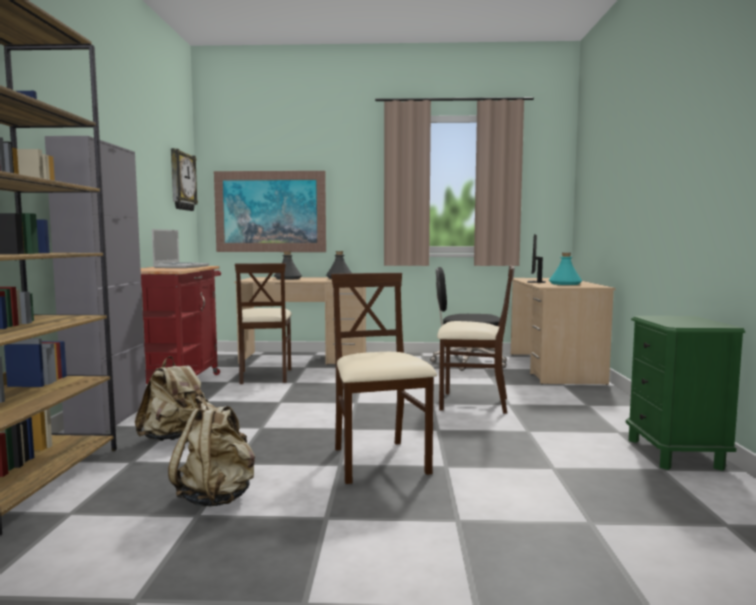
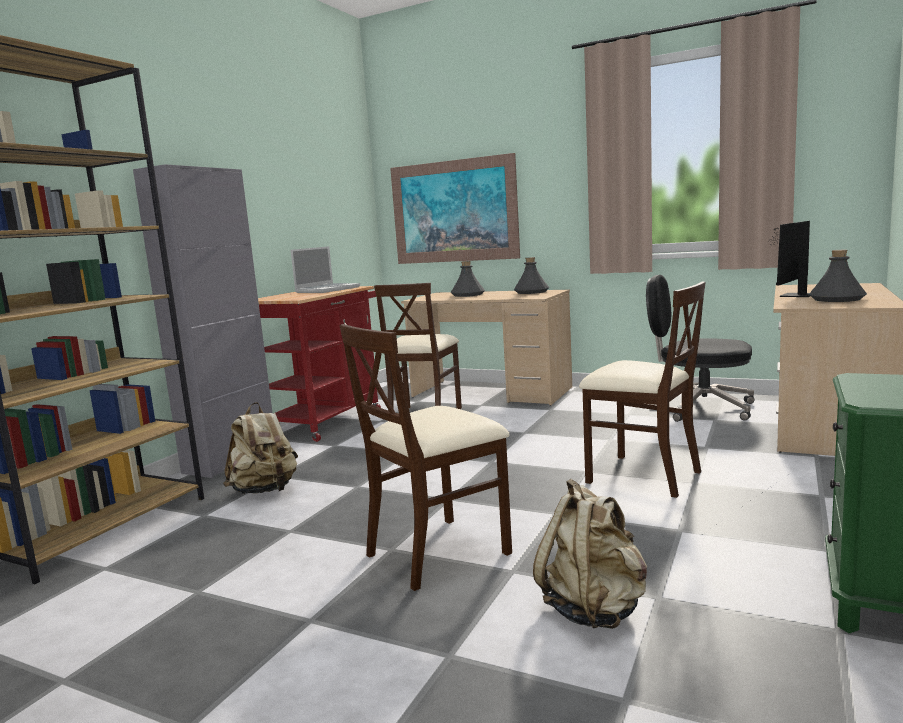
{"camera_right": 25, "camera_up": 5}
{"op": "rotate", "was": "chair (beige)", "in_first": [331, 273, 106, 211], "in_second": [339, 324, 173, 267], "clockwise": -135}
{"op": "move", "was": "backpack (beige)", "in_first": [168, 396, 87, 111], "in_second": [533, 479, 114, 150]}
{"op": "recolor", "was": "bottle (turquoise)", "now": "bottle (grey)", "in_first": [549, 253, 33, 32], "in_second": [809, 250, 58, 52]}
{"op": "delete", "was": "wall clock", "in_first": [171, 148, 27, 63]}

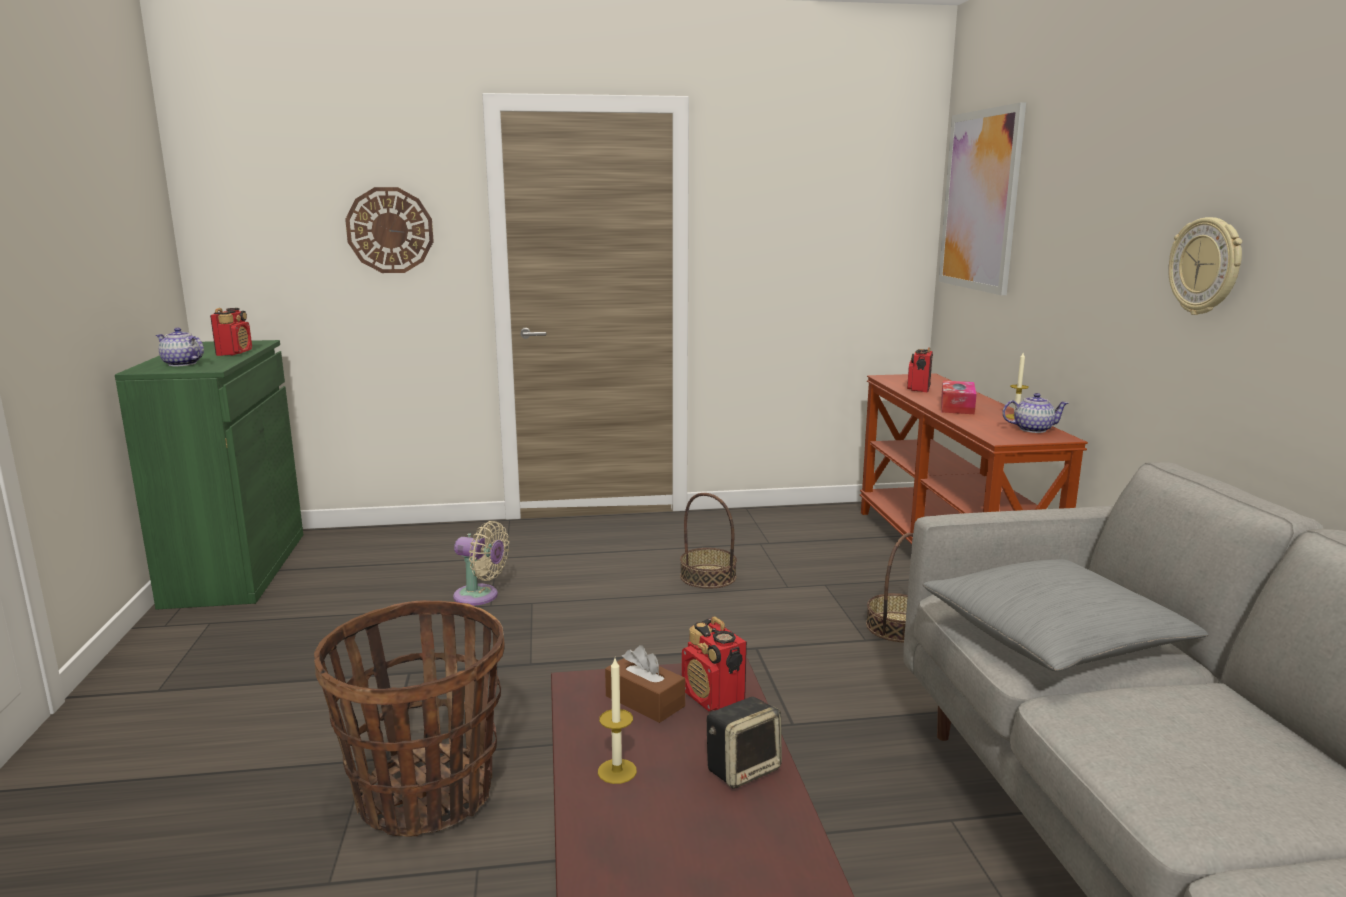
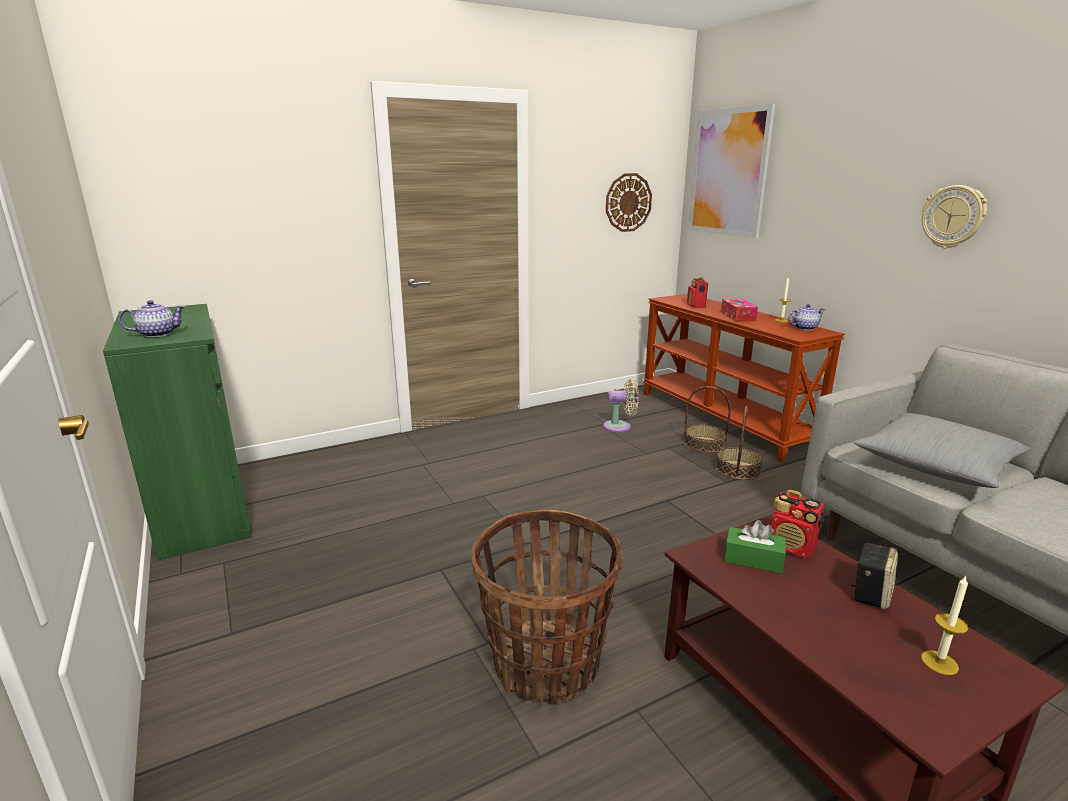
{"camera_right": -20, "camera_up": 5}
{"op": "rotate", "was": "teapot", "in_first": [156, 328, 48, 38], "in_second": [119, 300, 66, 37], "clockwise": 150}
{"op": "move", "was": "fan (beige)", "in_first": [453, 521, 56, 85], "in_second": [603, 378, 36, 55]}
{"op": "move", "was": "wall clock", "in_first": [345, 187, 89, 86], "in_second": [606, 173, 46, 59]}
{"op": "move", "was": "basket", "in_first": [680, 493, 57, 96], "in_second": [684, 386, 47, 67]}
{"op": "recolor", "was": "tissue box (brown)", "now": "tissue box (green)", "in_first": [605, 645, 80, 78], "in_second": [724, 520, 62, 54]}
{"op": "move", "was": "candle", "in_first": [598, 658, 39, 126], "in_second": [921, 576, 48, 99]}
{"op": "delete", "was": "radio", "in_first": [210, 308, 42, 48]}

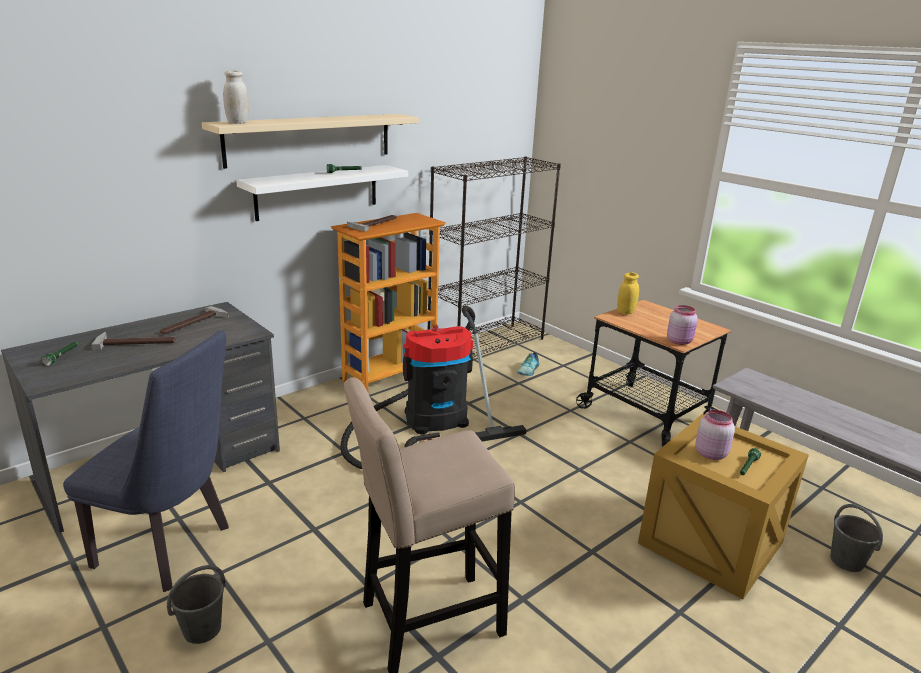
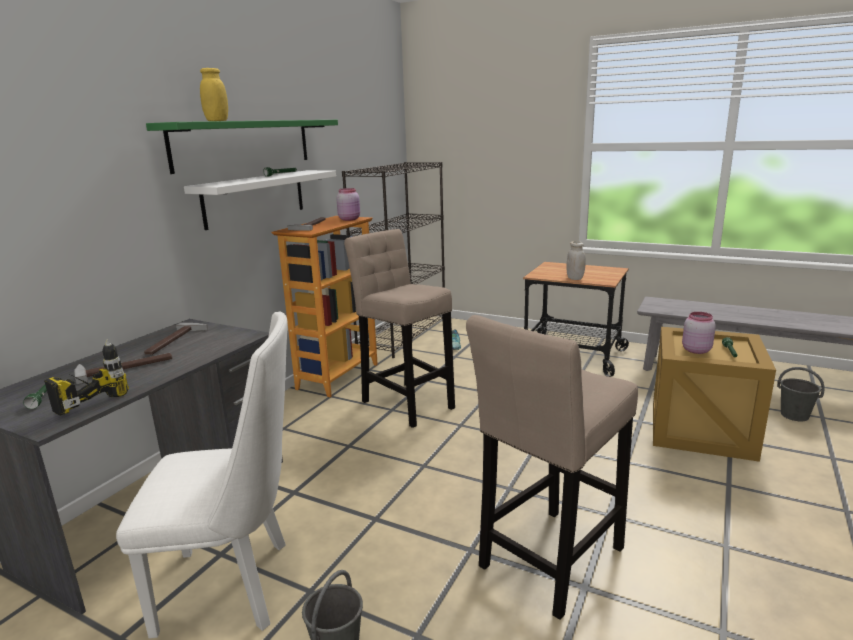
{"camera_right": -20, "camera_up": -5}
{"op": "insert", "now": "power drill", "in_second": [44, 340, 85, 76]}
{"op": "recolor", "was": "chair (blue)", "now": "chair (white)", "in_first": [63, 330, 166, 262], "in_second": [116, 312, 172, 327]}
{"op": "recolor", "was": "shelf (beige)", "now": "shelf (green)", "in_first": [202, 114, 217, 55], "in_second": [146, 120, 192, 54]}
{"op": "move", "was": "jar (yellow)", "in_first": [617, 272, 22, 43], "in_second": [200, 68, 28, 53]}
{"op": "move", "was": "jar (pink)", "in_first": [667, 305, 31, 40], "in_second": [336, 188, 24, 33]}
{"op": "replace", "was": "vacuum cleaner", "now": "stool (beige)", "in_first": [340, 306, 186, 163], "in_second": [344, 229, 111, 199]}
{"op": "move", "was": "jar (white)", "in_first": [223, 71, 26, 53], "in_second": [566, 241, 20, 39]}

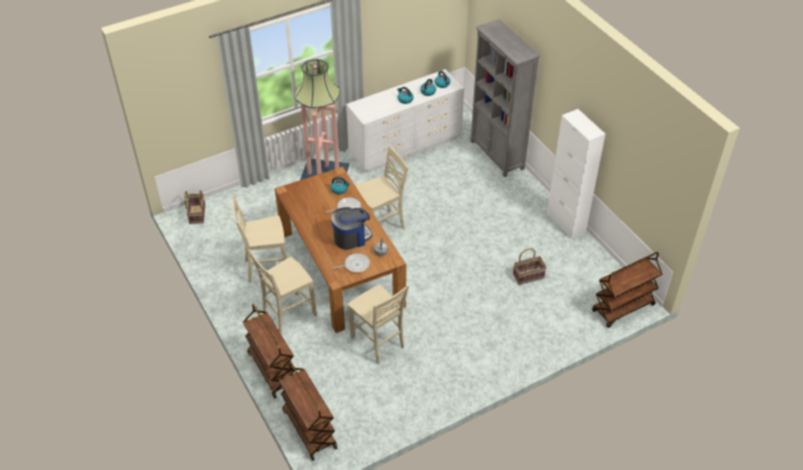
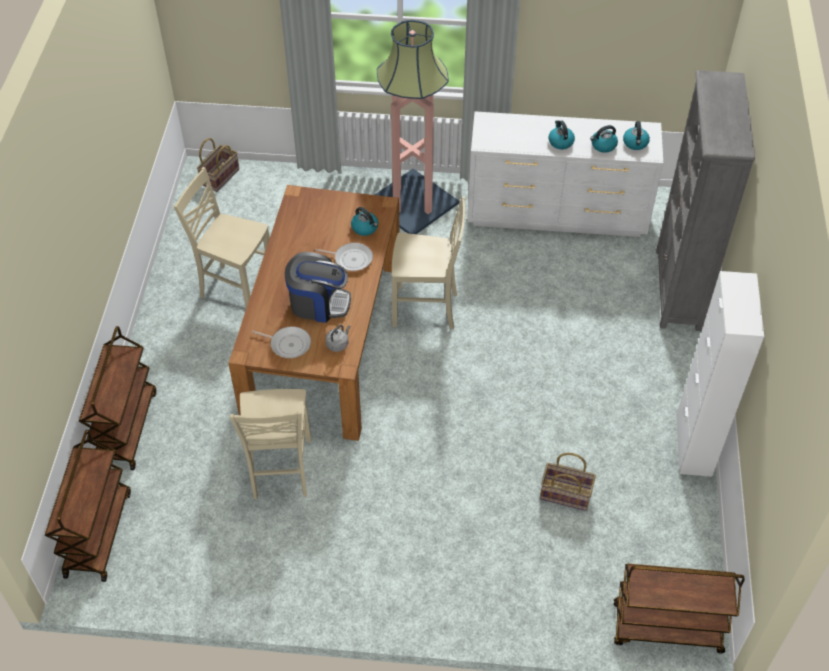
{"camera_right": 35, "camera_up": 5}
{"op": "delete", "was": "chair (beige)", "in_first": [248, 249, 69, 84]}

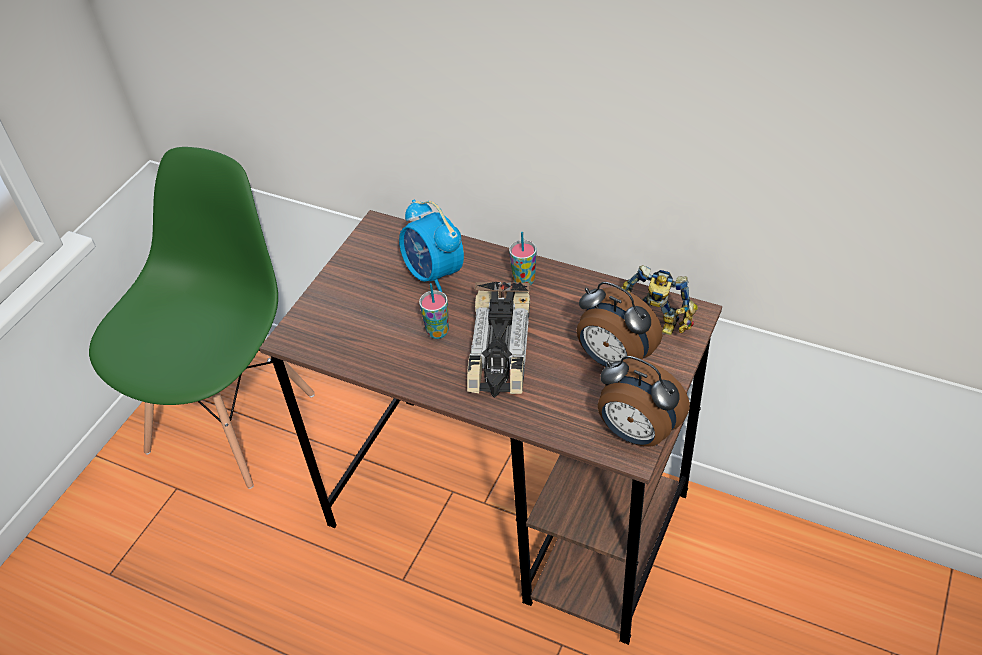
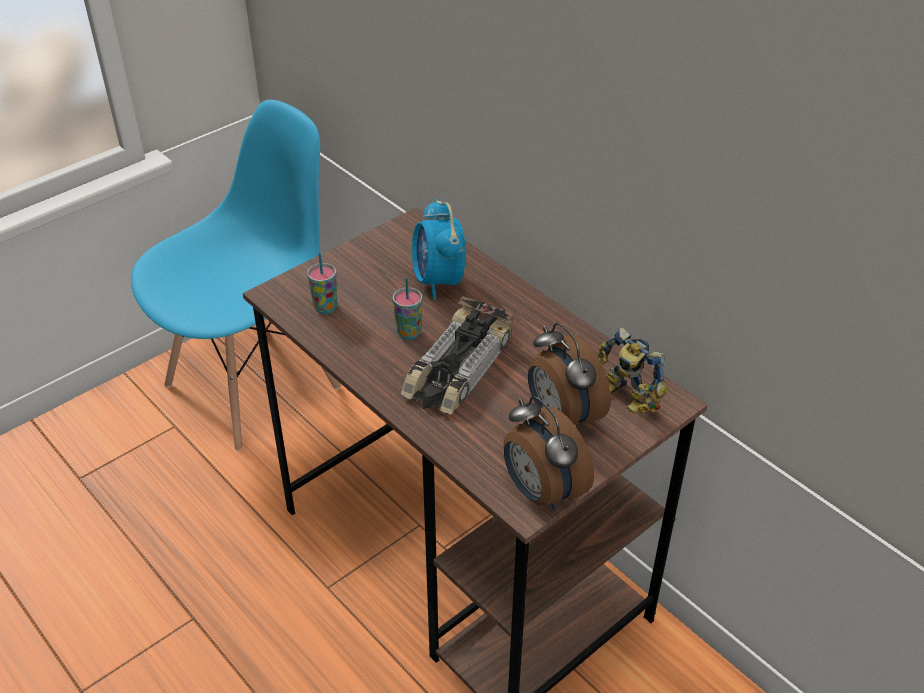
{"camera_right": 20, "camera_up": -5}
{"op": "recolor", "was": "chair (green)", "now": "chair (blue)", "in_first": [89, 147, 226, 342], "in_second": [131, 100, 210, 351]}
{"op": "move", "was": "cup", "in_first": [509, 232, 27, 53], "in_second": [307, 253, 30, 61]}

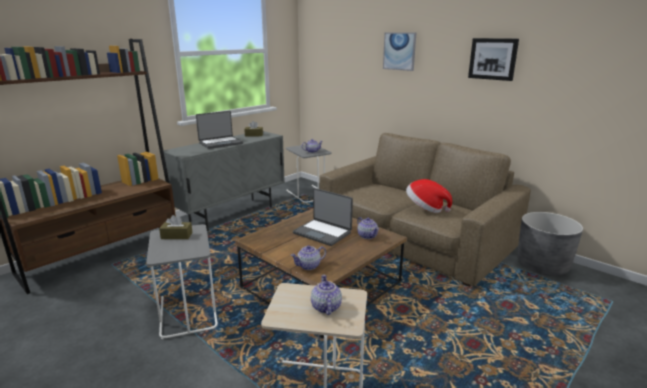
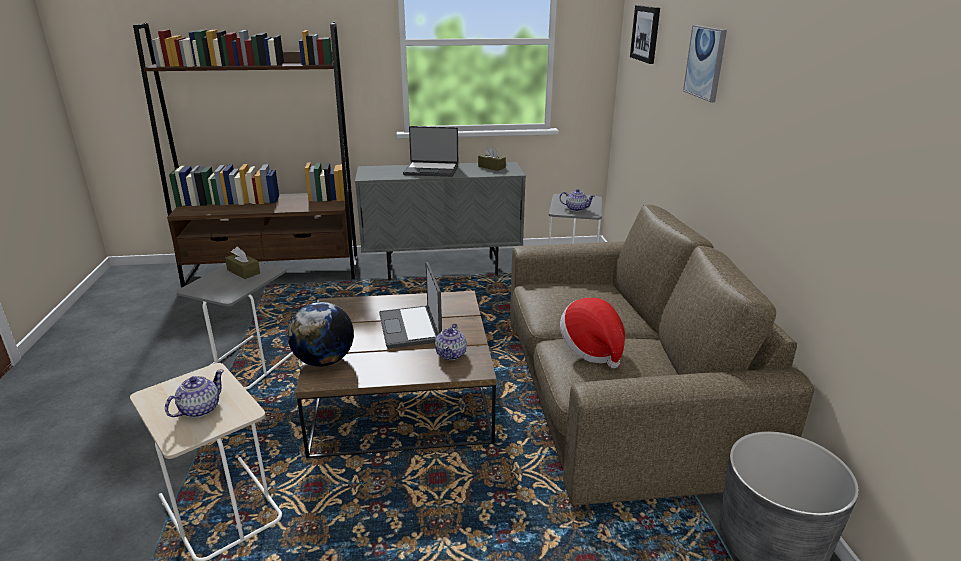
{"camera_right": 40, "camera_up": 5}
{"op": "replace", "was": "teapot", "now": "globe", "in_first": [290, 245, 36, 25], "in_second": [287, 302, 67, 65]}
{"op": "move", "was": "picture", "in_first": [468, 38, 51, 43], "in_second": [630, 5, 30, 59]}

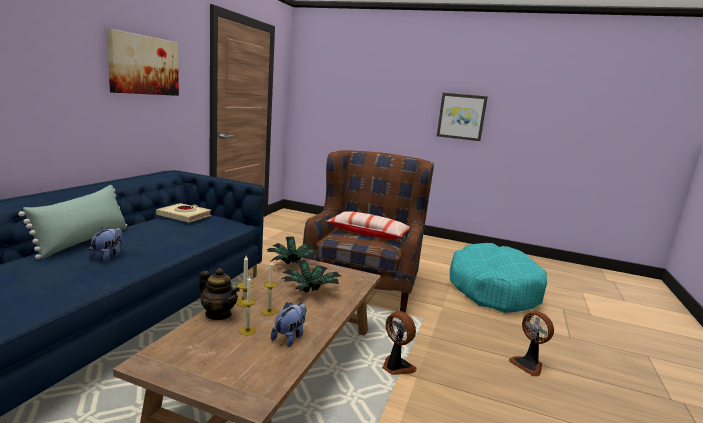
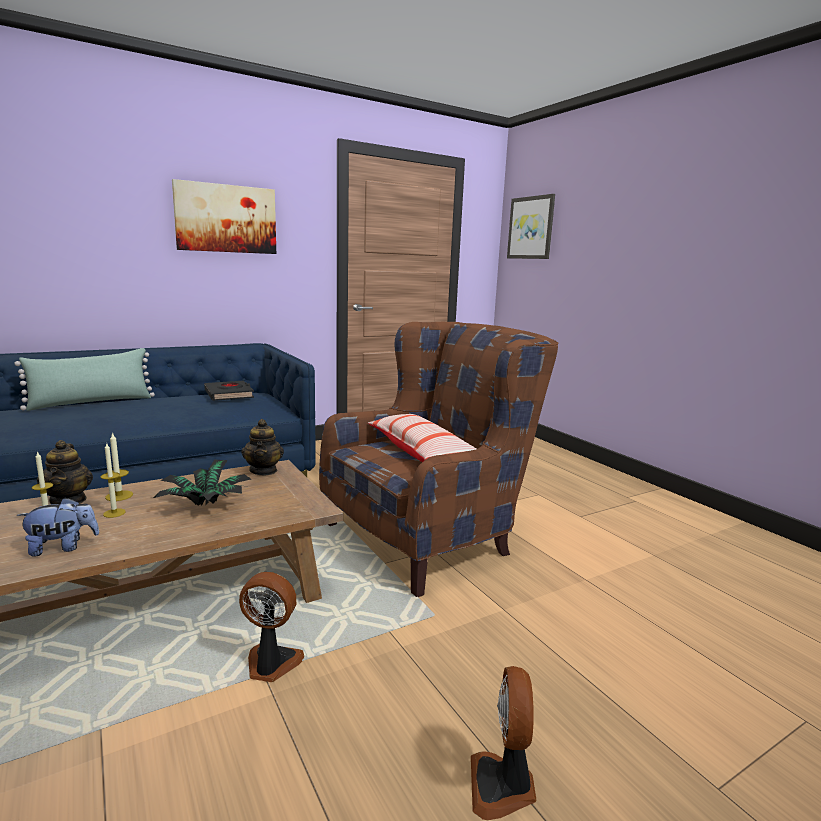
{"camera_right": 40, "camera_up": 0}
{"op": "recolor", "was": "book (beige)", "now": "book (black)", "in_first": [156, 203, 55, 20], "in_second": [204, 381, 50, 20]}
{"op": "rotate", "was": "fan", "in_first": [382, 311, 35, 64], "in_second": [239, 572, 65, 110], "clockwise": -75}
{"op": "replace", "was": "potted plant", "now": "teapot", "in_first": [266, 237, 55, 27], "in_second": [241, 419, 43, 56]}
{"op": "move", "was": "picture", "in_first": [437, 93, 51, 48], "in_second": [507, 194, 48, 65]}
{"op": "delete", "was": "plush toy", "in_first": [88, 227, 34, 34]}
{"op": "delete", "was": "dog bed (turquoise)", "in_first": [449, 243, 98, 70]}

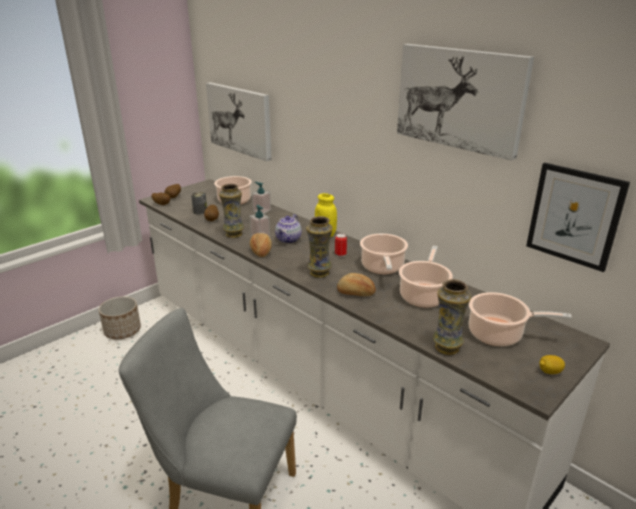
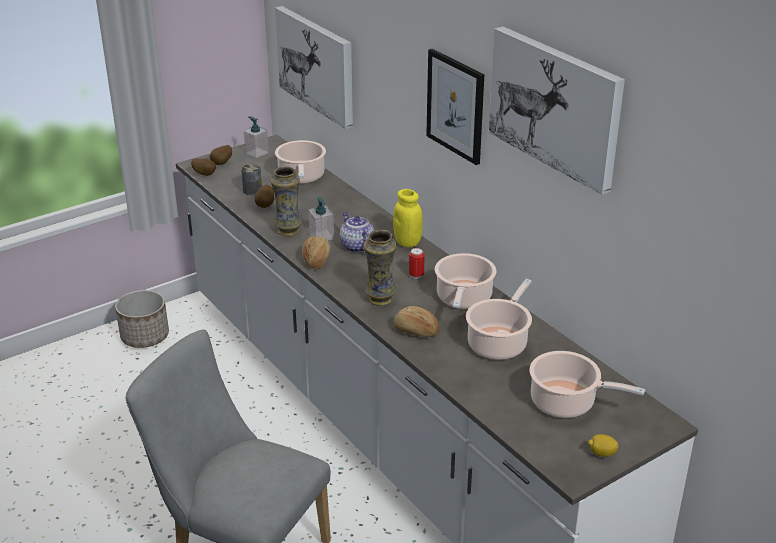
{"camera_right": 10, "camera_up": 5}
{"op": "move", "was": "soap dispenser", "in_first": [252, 182, 19, 32], "in_second": [244, 116, 25, 42]}
{"op": "rotate", "was": "teapot", "in_first": [275, 214, 27, 29], "in_second": [340, 212, 34, 41], "clockwise": 120}
{"op": "move", "was": "picture", "in_first": [526, 163, 104, 109], "in_second": [426, 49, 58, 116]}
{"op": "delete", "was": "vase", "in_first": [433, 279, 38, 76]}

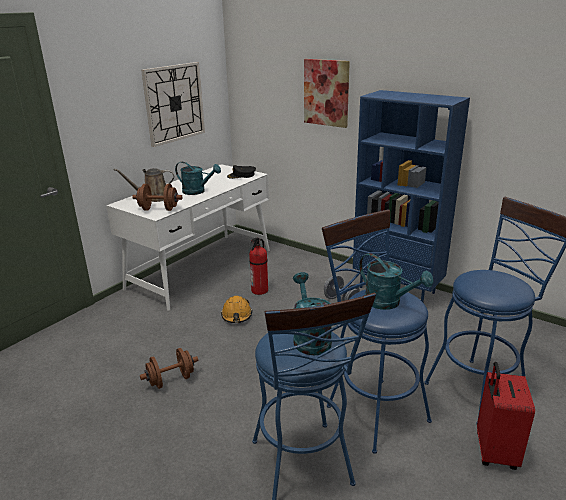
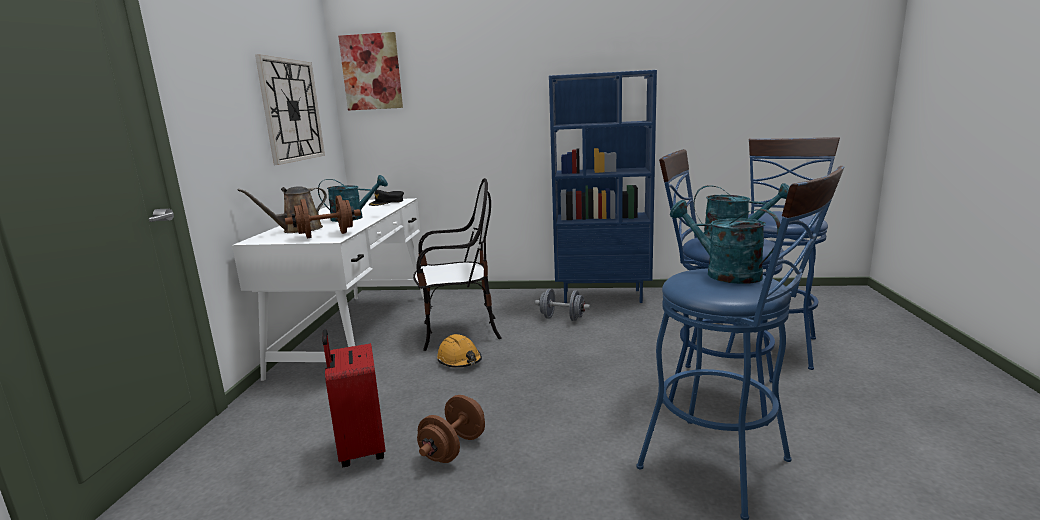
{"camera_right": -30, "camera_up": -10}
{"op": "move", "was": "suitcase (red)", "in_first": [477, 362, 58, 108], "in_second": [322, 329, 64, 138]}
{"op": "move", "was": "picture", "in_first": [304, 59, 46, 69], "in_second": [338, 32, 65, 78]}
{"op": "replace", "was": "fire extinguisher", "now": "chair", "in_first": [249, 238, 19, 57], "in_second": [413, 178, 88, 173]}

